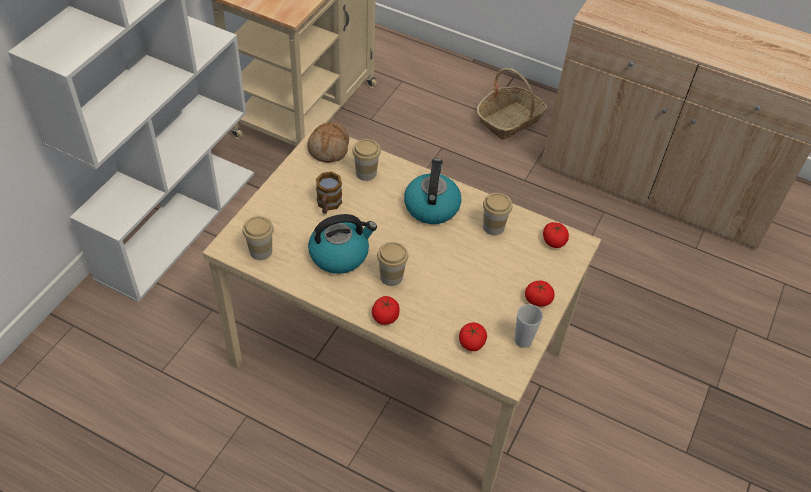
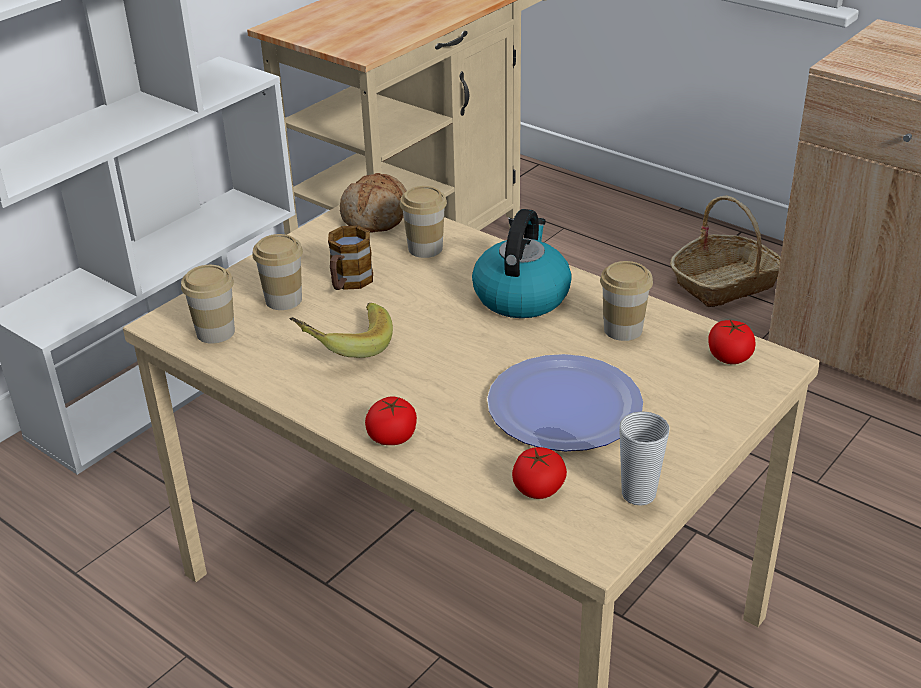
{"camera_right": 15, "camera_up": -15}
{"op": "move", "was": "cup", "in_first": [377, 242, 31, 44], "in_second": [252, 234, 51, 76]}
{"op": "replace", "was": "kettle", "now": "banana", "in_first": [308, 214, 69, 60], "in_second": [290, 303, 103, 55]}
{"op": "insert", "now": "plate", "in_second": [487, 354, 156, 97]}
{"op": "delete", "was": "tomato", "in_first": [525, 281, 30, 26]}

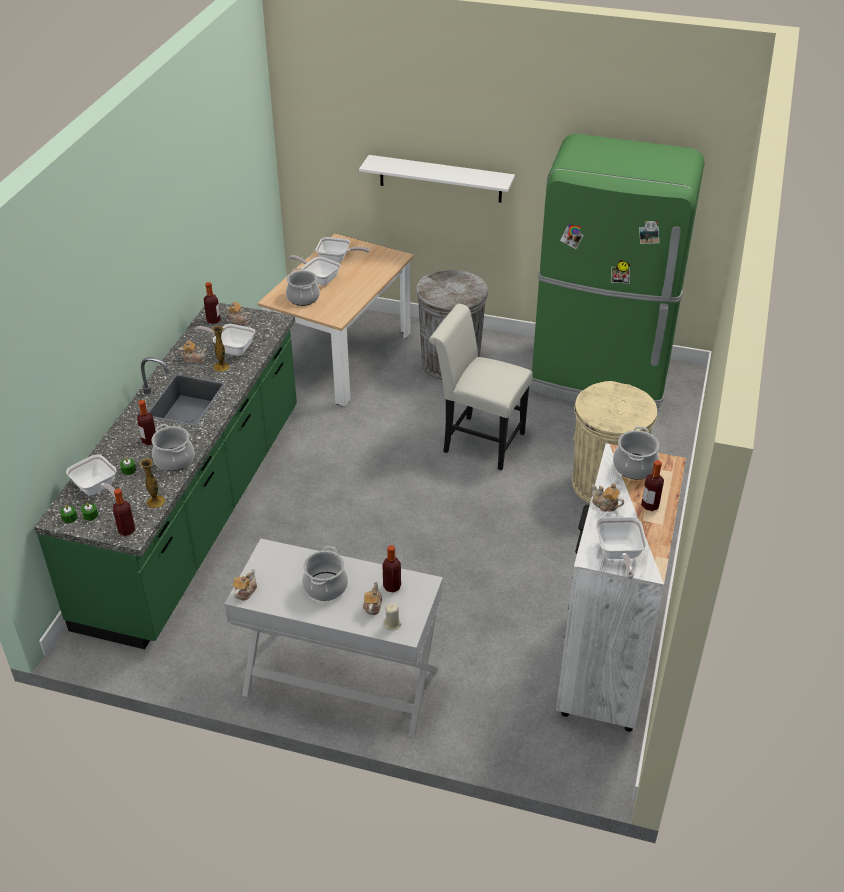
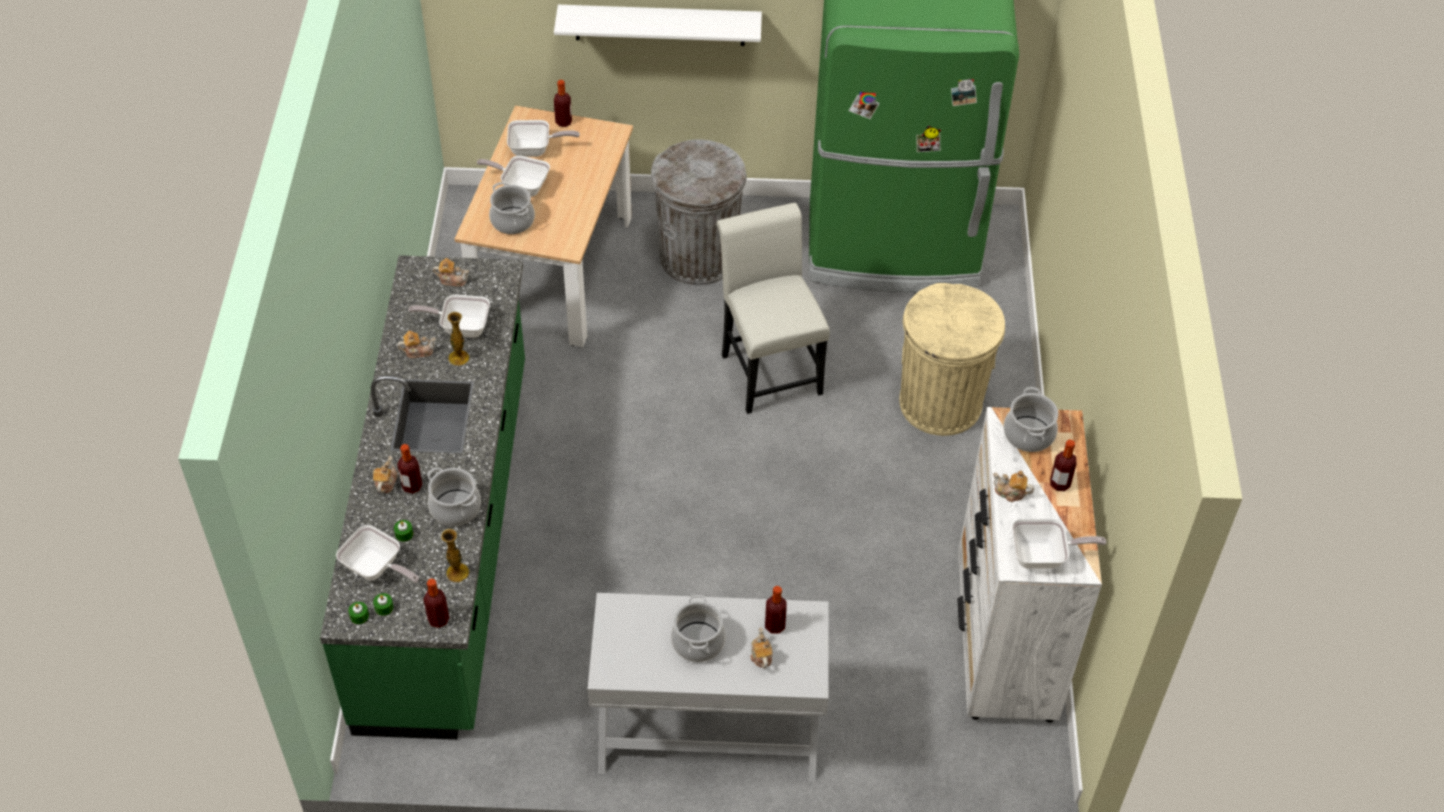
{"camera_right": -15, "camera_up": 10}
{"op": "move", "was": "teapot", "in_first": [233, 569, 24, 31], "in_second": [373, 456, 25, 37]}
{"op": "move", "was": "bottle", "in_first": [203, 282, 18, 42], "in_second": [554, 80, 18, 47]}
{"op": "rotate", "was": "chair (white)", "in_first": [429, 304, 104, 166], "in_second": [717, 203, 113, 211], "clockwise": 60}
{"op": "rotate", "was": "frying pan", "in_first": [596, 517, 51, 62], "in_second": [1012, 519, 94, 50], "clockwise": -75}
{"op": "delete", "was": "candle (beige)", "in_first": [384, 603, 18, 27]}

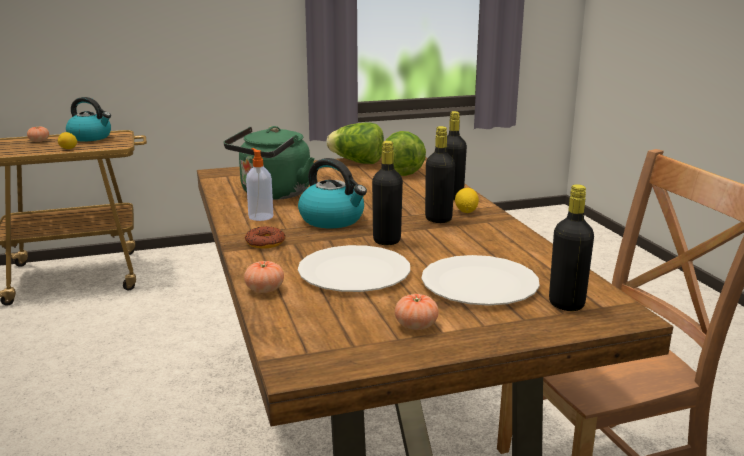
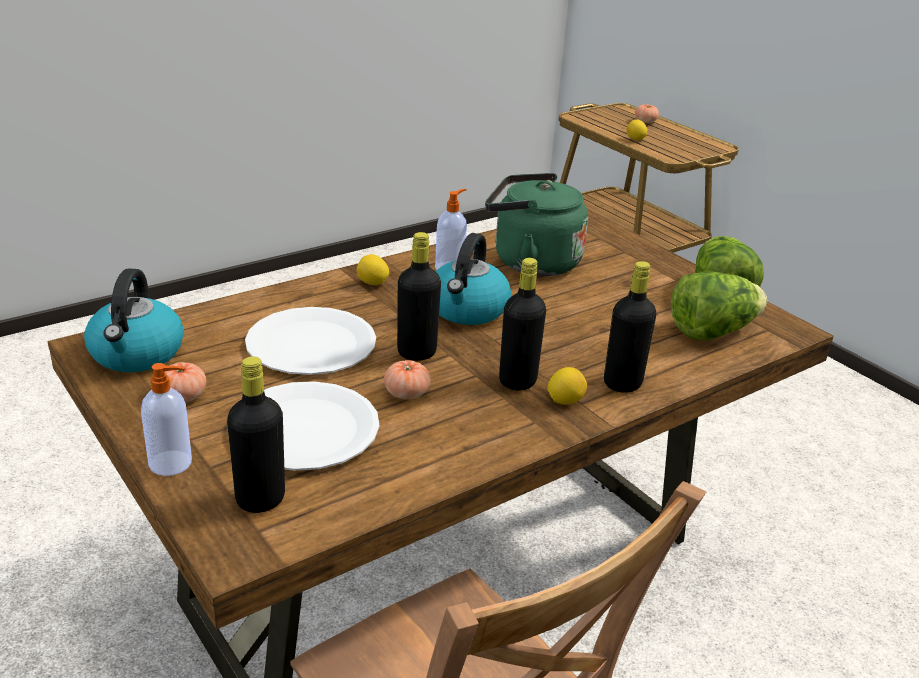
{"camera_right": 70, "camera_up": 10}
{"op": "move", "was": "kettle", "in_first": [66, 97, 45, 45], "in_second": [84, 269, 100, 103]}
{"op": "insert", "now": "soap dispenser", "in_second": [141, 363, 51, 113]}
{"op": "replace", "was": "donut", "now": "lemon", "in_first": [245, 226, 40, 23], "in_second": [357, 254, 33, 31]}
{"op": "move", "was": "tomato", "in_first": [244, 261, 40, 32], "in_second": [384, 360, 47, 40]}

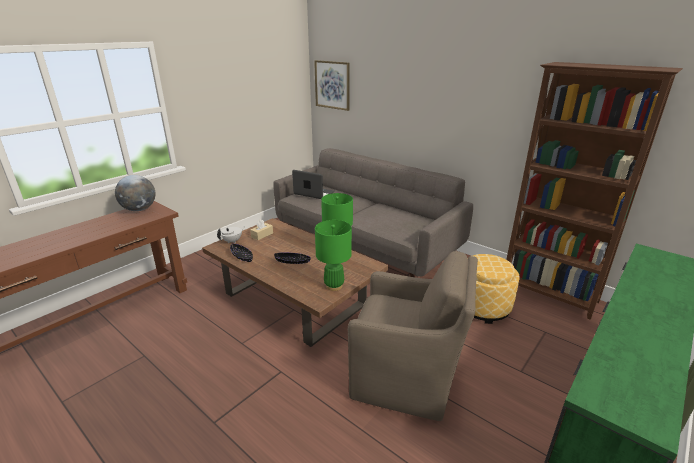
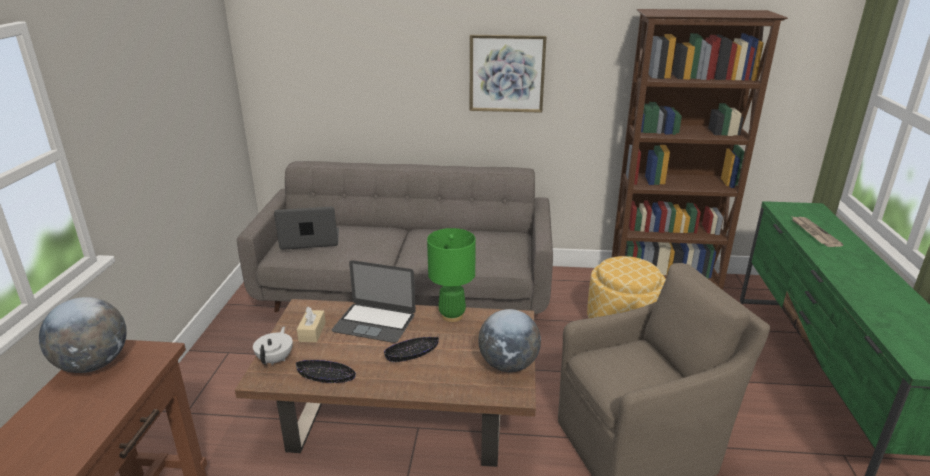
{"camera_right": -35, "camera_up": 0}
{"op": "insert", "now": "laptop", "in_second": [332, 260, 84, 83]}
{"op": "move", "was": "picture", "in_first": [314, 60, 36, 51], "in_second": [470, 35, 77, 78]}
{"op": "replace", "was": "table lamp (green)", "now": "globe", "in_first": [315, 220, 37, 71], "in_second": [478, 309, 63, 63]}
{"op": "insert", "now": "newspaper", "in_second": [792, 217, 52, 30]}

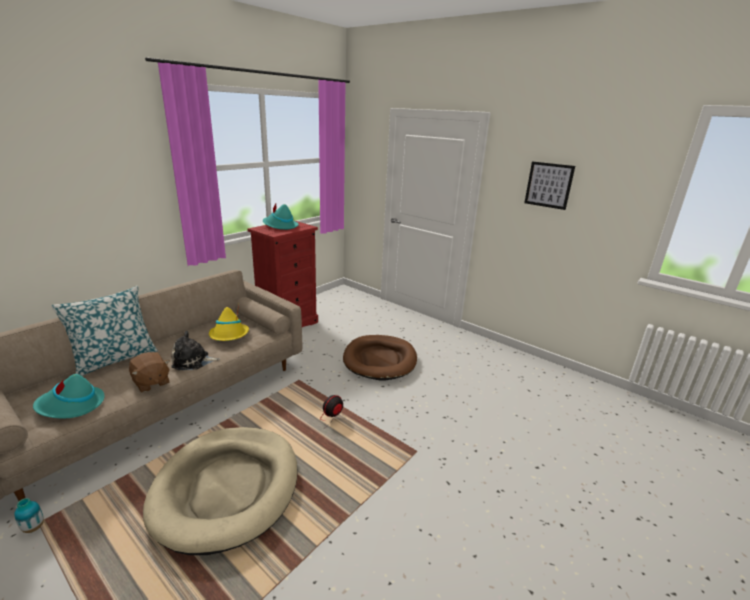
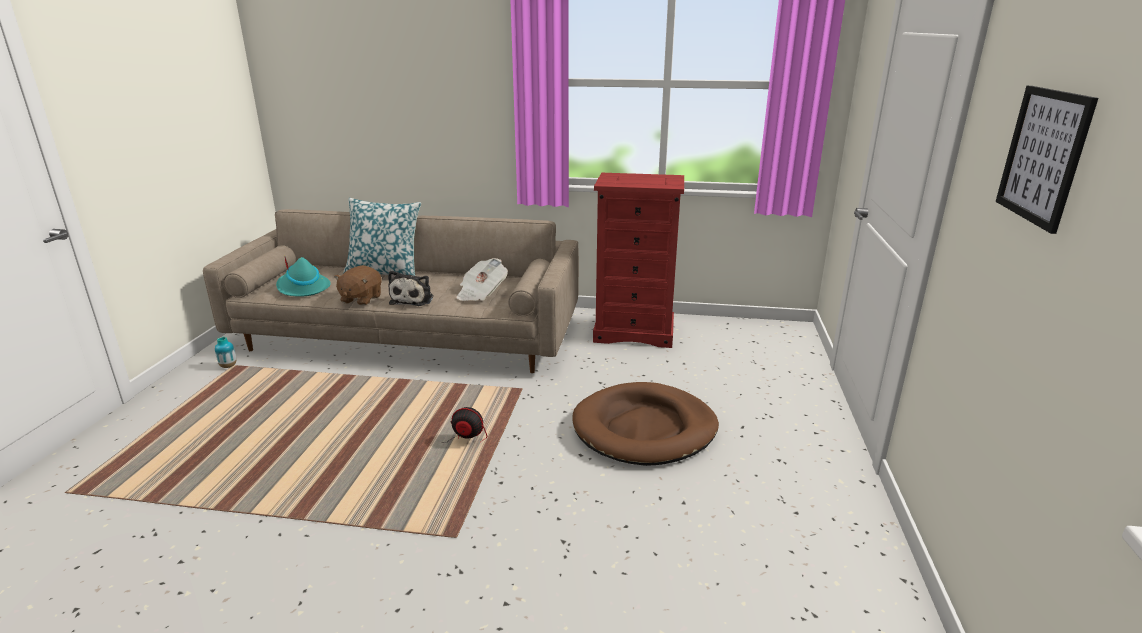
{"camera_right": 60, "camera_up": 0}
{"op": "rotate", "was": "plush toy", "in_first": [171, 331, 49, 39], "in_second": [388, 270, 46, 36], "clockwise": -135}
{"op": "replace", "was": "hat (yellow)", "now": "newspaper", "in_first": [209, 304, 40, 37], "in_second": [456, 258, 52, 43]}
{"op": "delete", "was": "dog bed (beige)", "in_first": [143, 427, 155, 128]}
{"op": "delete", "was": "hat (turquoise)", "in_first": [263, 204, 36, 26]}

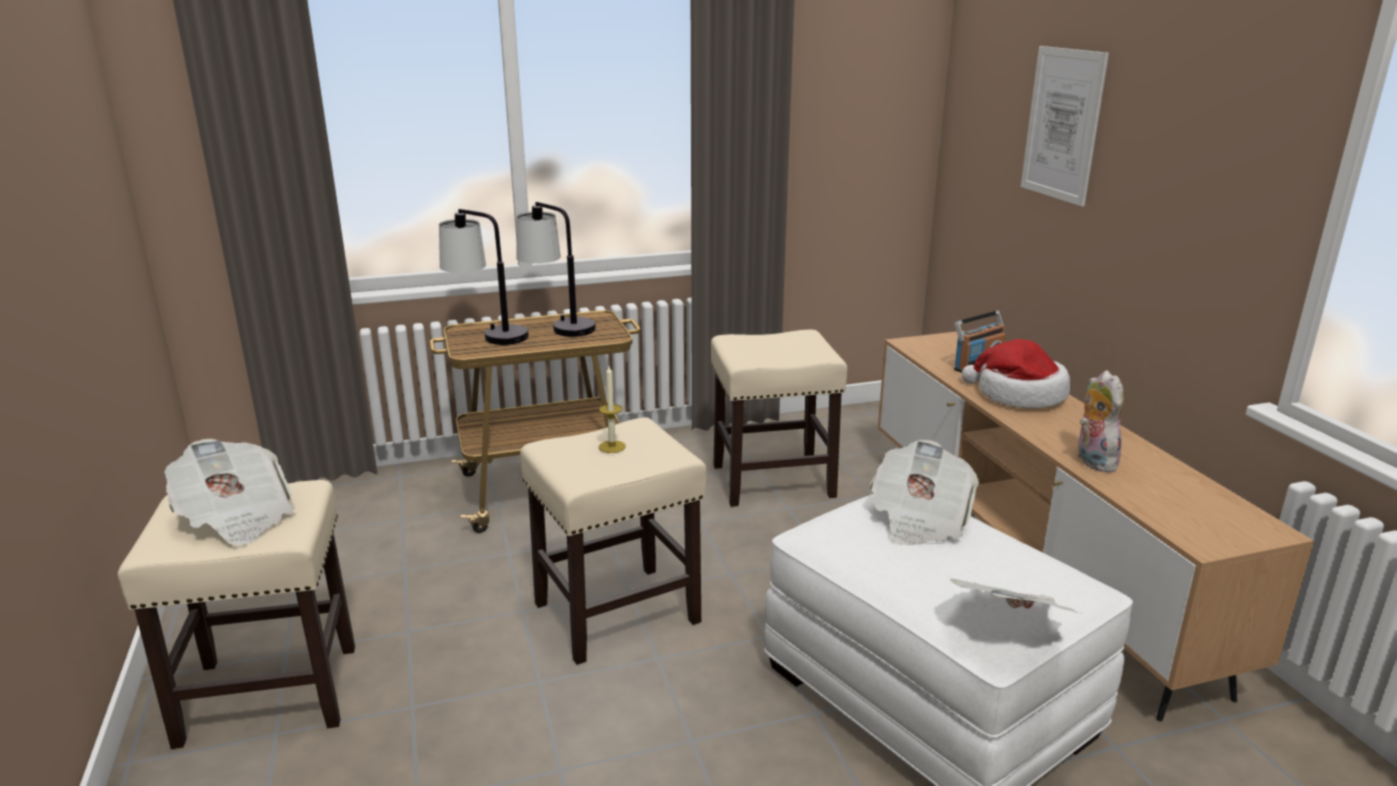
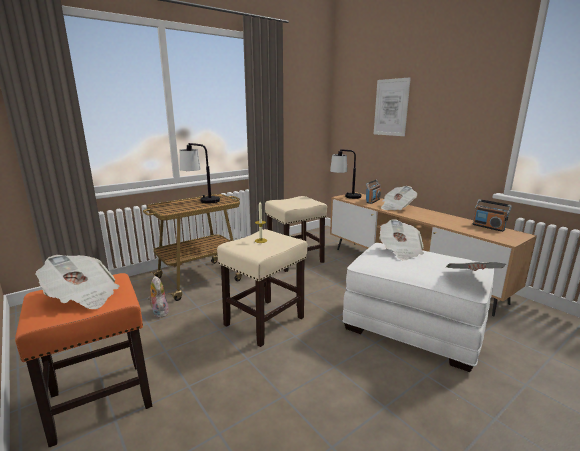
{"camera_right": -20, "camera_up": -5}
{"op": "recolor", "was": "stool (beige)", "now": "stool (orange)", "in_first": [118, 480, 237, 269], "in_second": [15, 273, 137, 175]}
{"op": "move", "was": "plush toy", "in_first": [1078, 370, 46, 102], "in_second": [148, 276, 22, 42]}
{"op": "move", "was": "table lamp", "in_first": [439, 209, 90, 136], "in_second": [330, 149, 31, 50]}
{"op": "replace", "was": "hat", "now": "newspaper", "in_first": [962, 339, 108, 69], "in_second": [381, 186, 36, 24]}
{"op": "insert", "now": "radio", "in_second": [473, 199, 39, 33]}

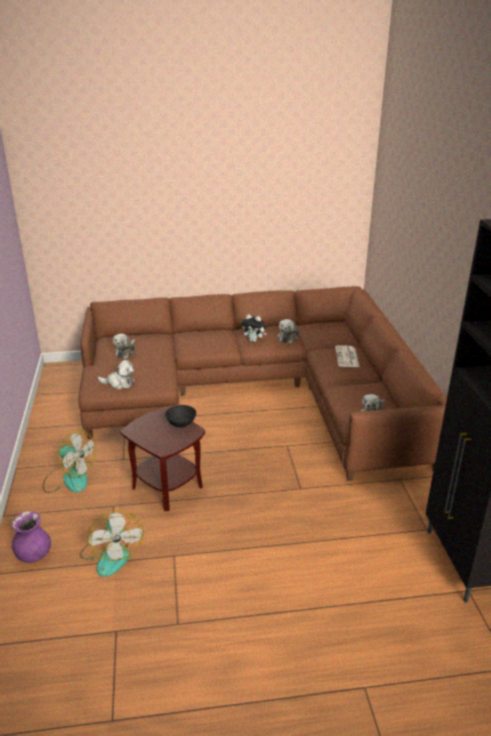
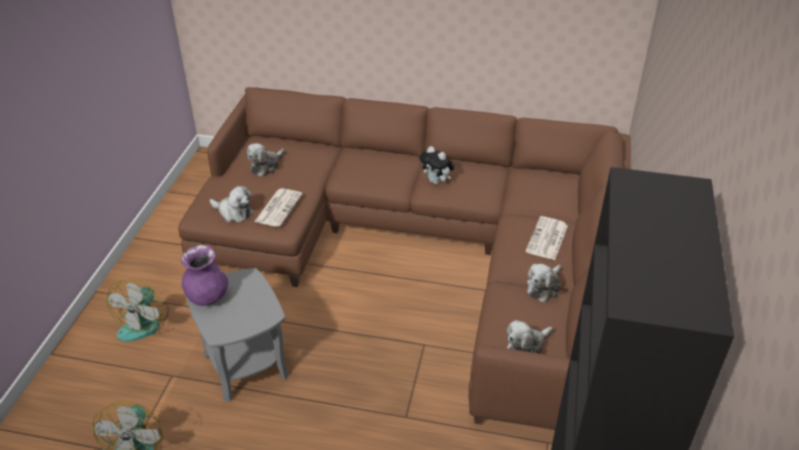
{"camera_right": 20, "camera_up": 10}
{"op": "rotate", "was": "fan", "in_first": [43, 430, 53, 63], "in_second": [107, 280, 62, 62], "clockwise": 60}
{"op": "move", "was": "vase (purple)", "in_first": [12, 511, 39, 52], "in_second": [181, 245, 47, 61]}
{"op": "recolor", "was": "side table (brown)", "now": "side table (grey)", "in_first": [121, 408, 84, 103], "in_second": [186, 268, 102, 134]}
{"op": "insert", "now": "newspaper", "in_second": [254, 188, 48, 39]}
{"op": "move", "was": "plush toy", "in_first": [277, 319, 22, 24], "in_second": [527, 264, 34, 38]}
{"op": "delete", "was": "bowl (black)", "in_first": [165, 405, 31, 23]}

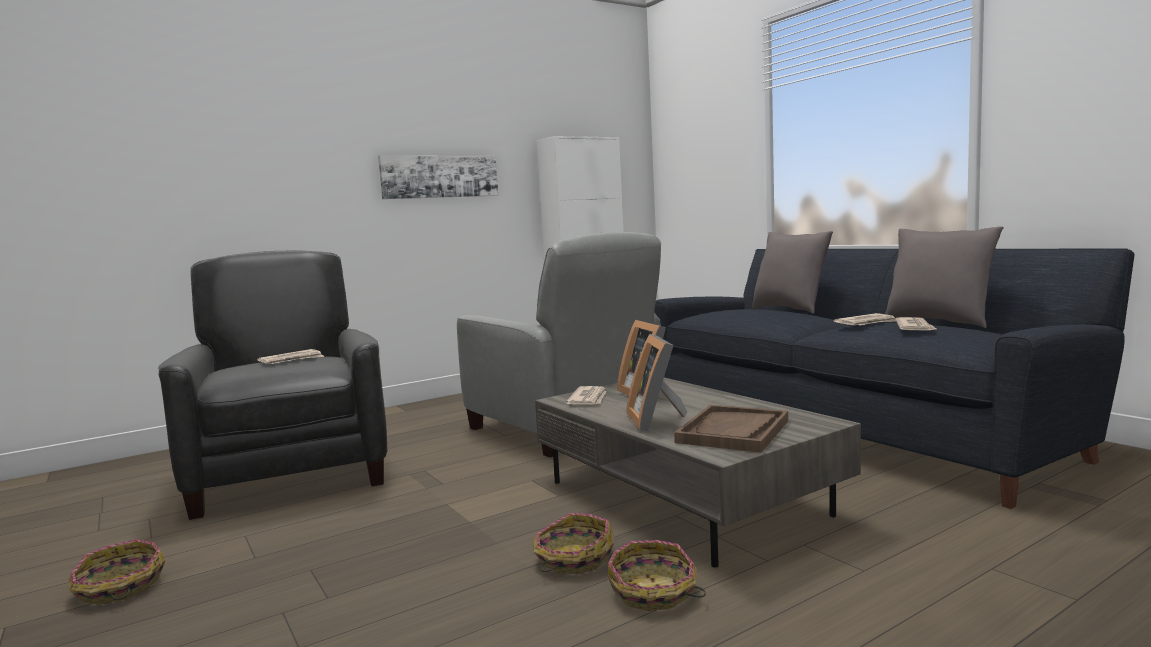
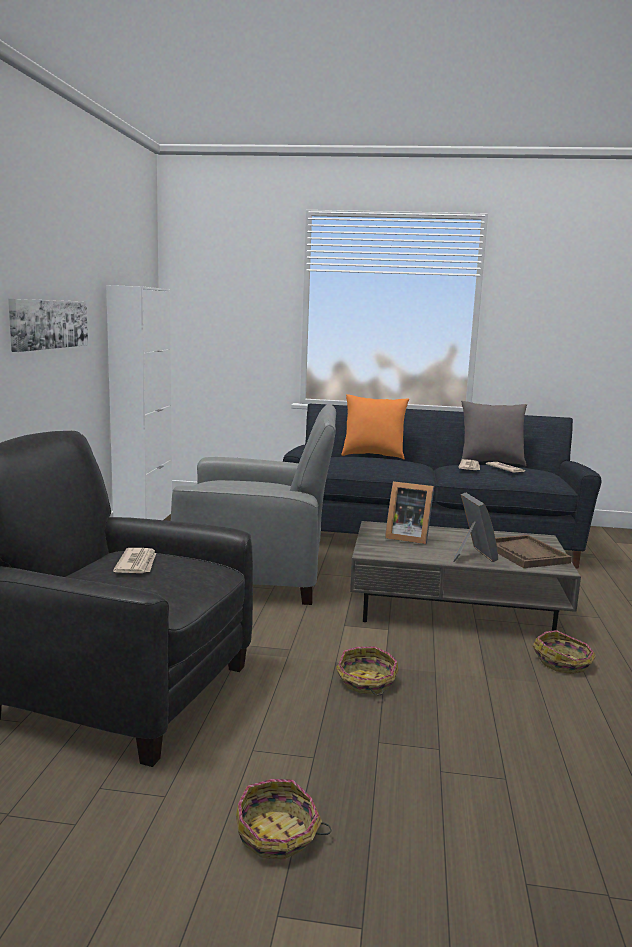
{"camera_right": -50, "camera_up": 5}
{"op": "move", "was": "basket", "in_first": [533, 513, 81, 61], "in_second": [336, 647, 63, 48]}
{"op": "recolor", "was": "pillow (grey)", "now": "pillow (orange)", "in_first": [752, 231, 81, 83], "in_second": [341, 394, 68, 65]}
{"op": "rotate", "was": "picture frame", "in_first": [626, 334, 61, 97], "in_second": [453, 493, 45, 69], "clockwise": -135}
{"op": "delete", "was": "newspaper", "in_first": [566, 386, 40, 19]}

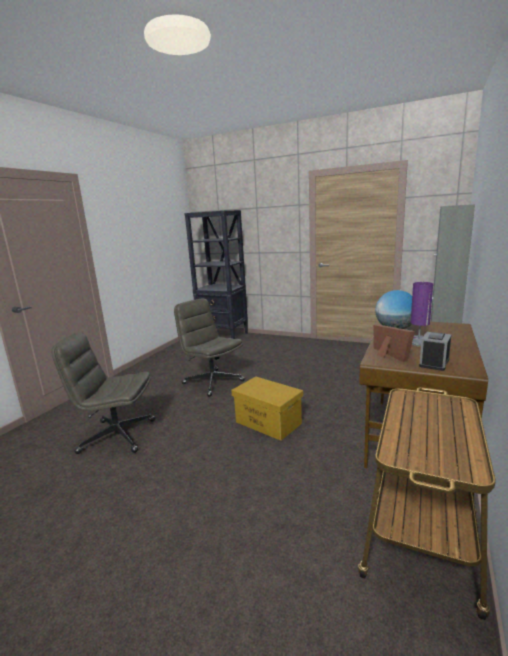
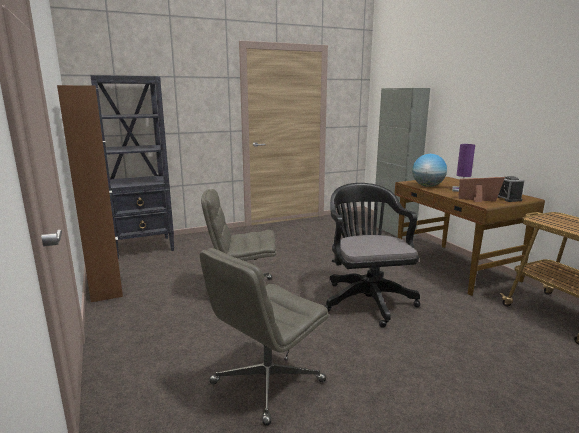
{"camera_right": -50, "camera_up": 0}
{"op": "insert", "now": "cabinet (brown)", "in_second": [57, 85, 66, 217]}
{"op": "replace", "was": "storage box (yellow)", "now": "office chair (black)", "in_first": [231, 377, 72, 64], "in_second": [325, 183, 95, 145]}

